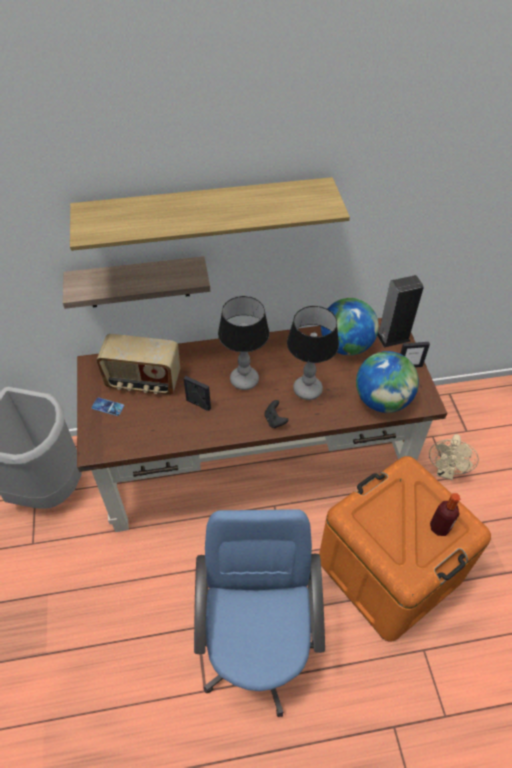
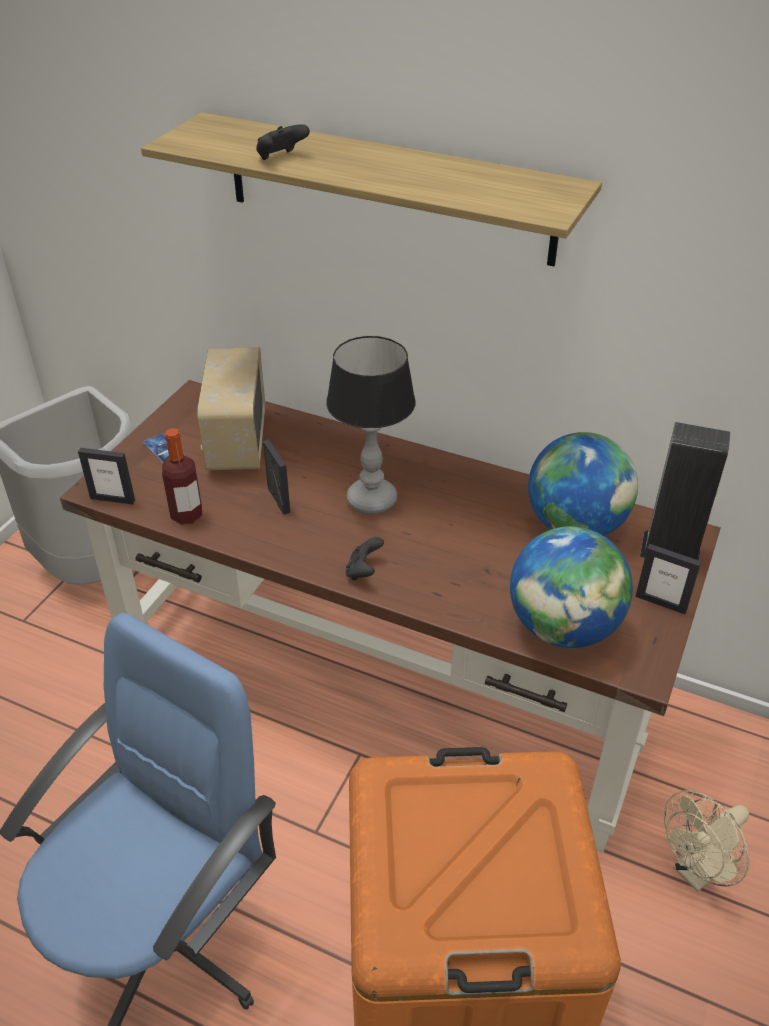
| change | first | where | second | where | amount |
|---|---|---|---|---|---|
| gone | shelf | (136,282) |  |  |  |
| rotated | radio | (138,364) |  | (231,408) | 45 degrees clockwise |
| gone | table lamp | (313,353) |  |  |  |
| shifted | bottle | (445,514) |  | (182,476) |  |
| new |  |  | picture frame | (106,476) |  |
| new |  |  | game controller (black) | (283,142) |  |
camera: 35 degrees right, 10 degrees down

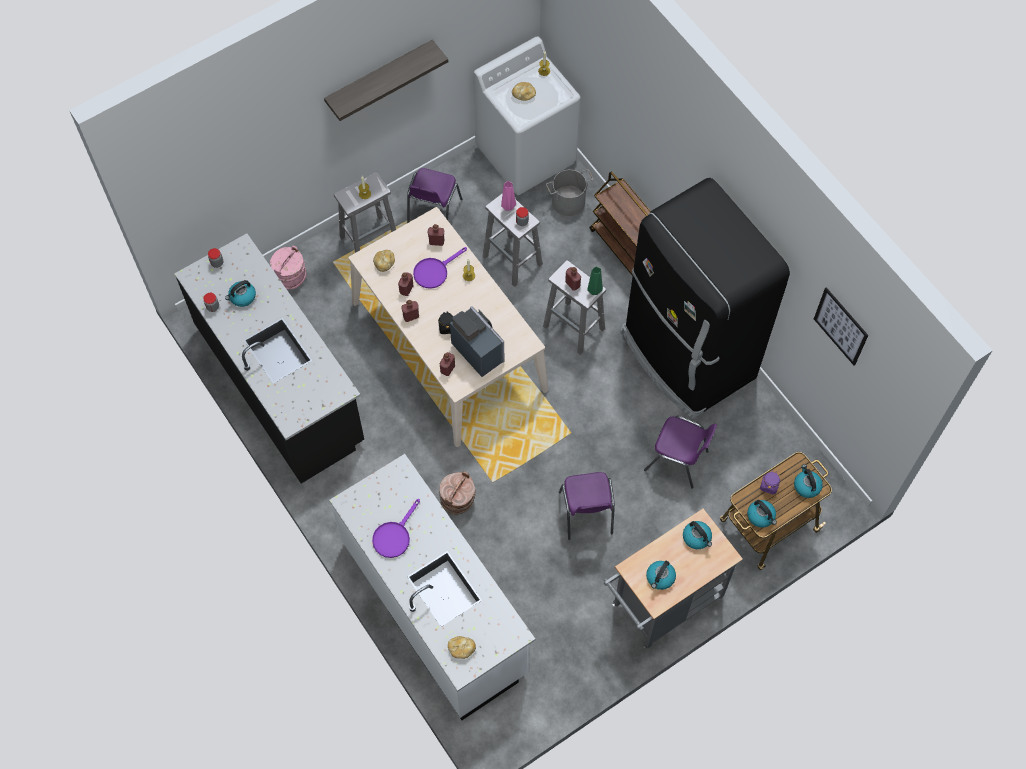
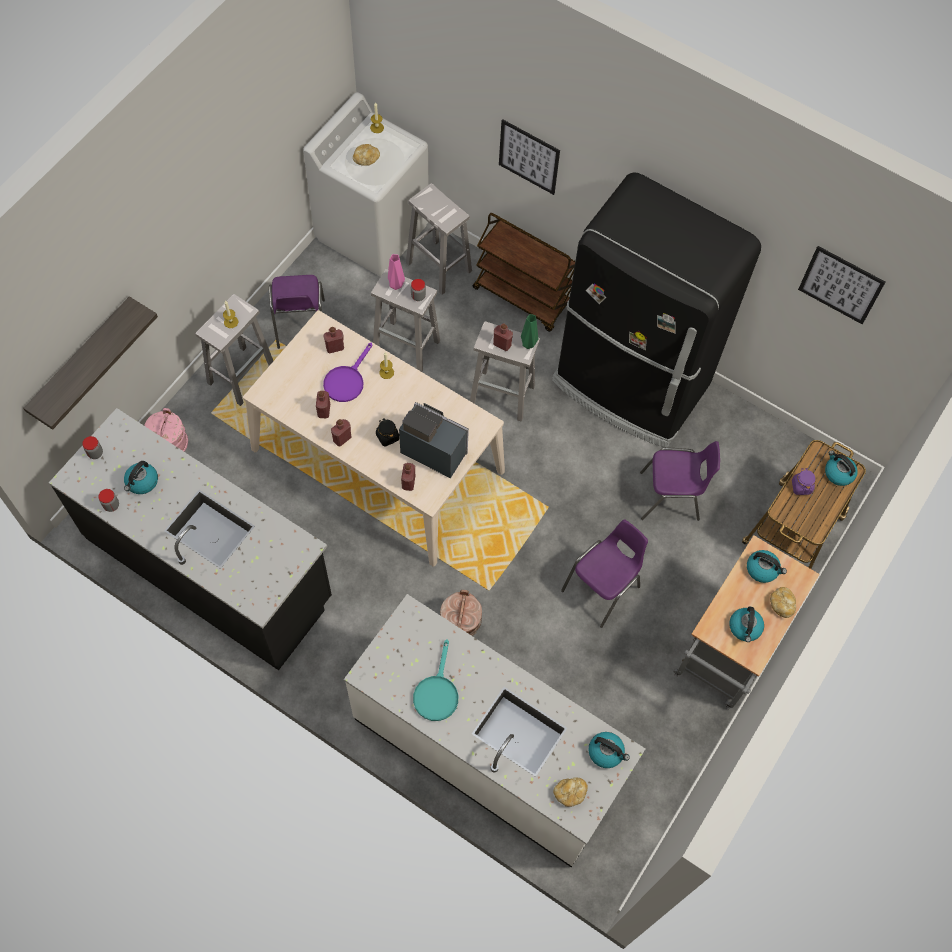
| change | first | where | second | where | amount |
|---|---|---|---|---|---|
| shifted | shelf | (386,80) |  | (90,363) |  |
| repainted | frying pan (purple) | (396,528) | frying pan (turquoise) | (435,680) |  |
| shifted | bread | (384,261) |  | (783,602) |  |
| swapped | bucket (grey) | (569,192) | stool (white) | (439,239) |  |
| rotated | chair (purple) | (587,506) |  | (604,573) | 105 degrees counterclockwise |
| shifted | kettle | (762,514) |  | (609,750) |  |
| new |  |  | picture | (529,157) |  |
camera: 25 degrees left, 0 degrees up

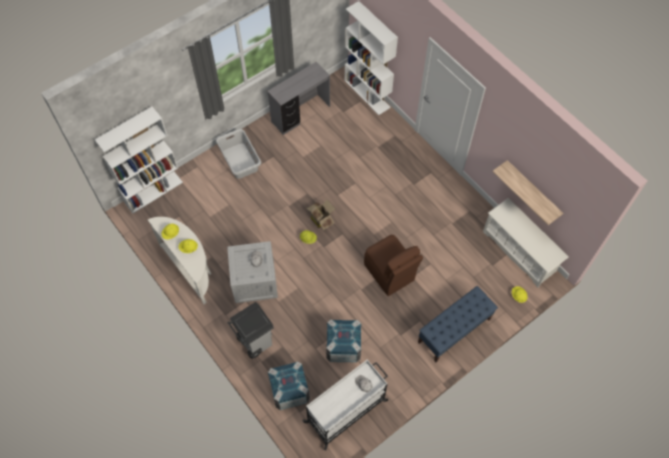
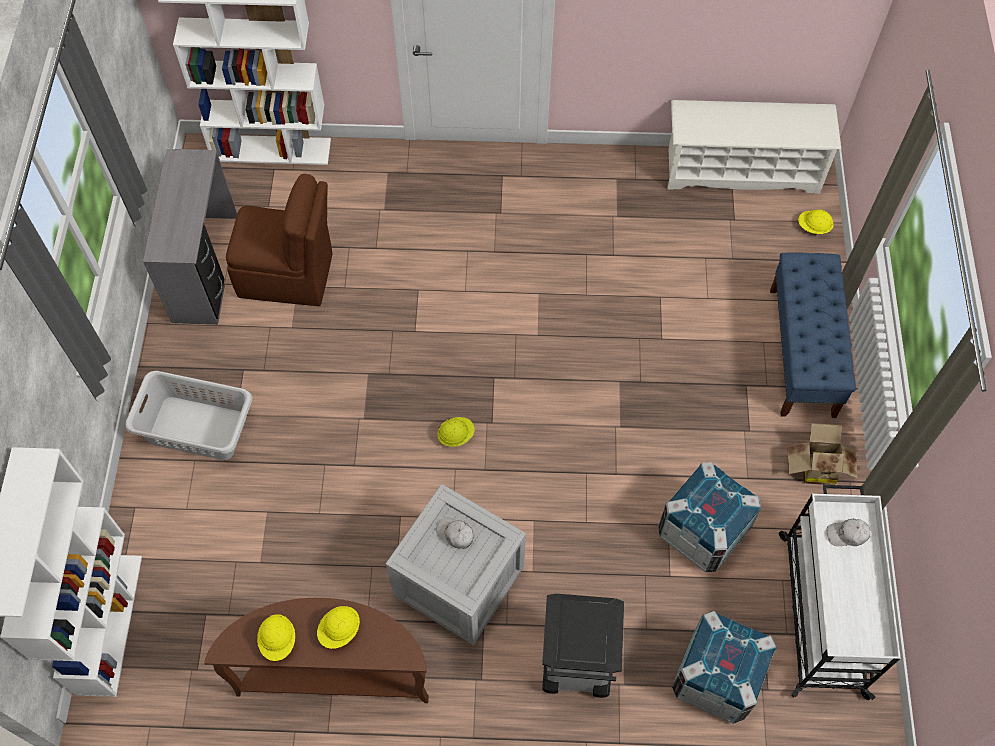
| change | first | where | second | where | amount |
|---|---|---|---|---|---|
| repainted | console table (white) | (179,260) | console table (brown) | (316,650) |  |
| shifted | cardboard box | (321,214) |  | (822,454) |  |
| shifted | chair (brown) | (393,265) |  | (279,240) |  |
| gone | shelf | (527,192) |  |  |  |
camera: 50 degrees left, 0 degrees up

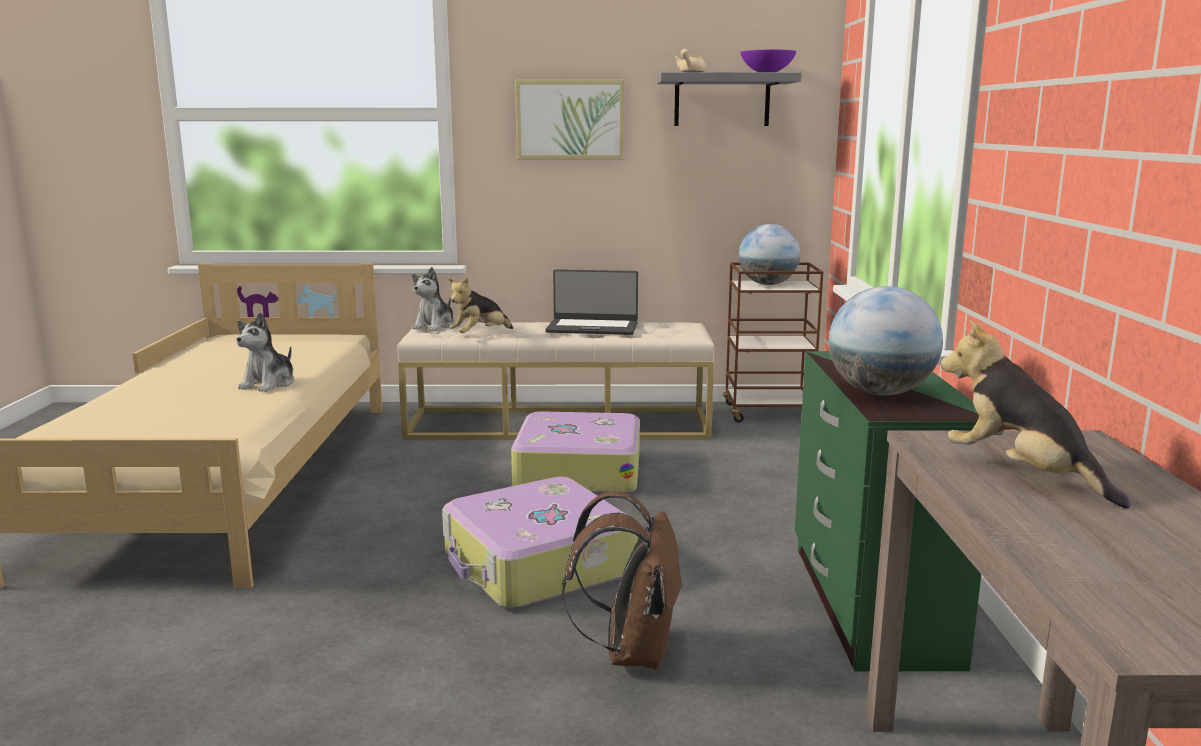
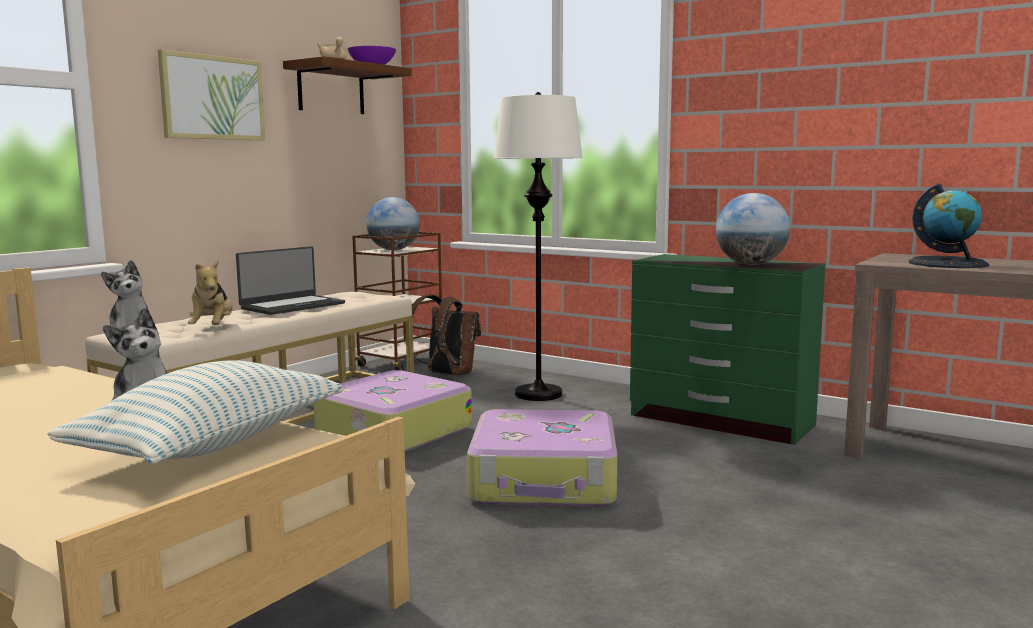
| change | first | where | second | where | amount |
|---|---|---|---|---|---|
| shifted | backpack (brown) | (622,580) |  | (446,335) |  |
| repainted | shelf (grey) | (729,99) | shelf (brown) | (347,85) |  |
| swapped | plush toy | (1036,414) | globe | (949,225) |  |
| new |  |  | pillow | (195,412) |  |
| new |  |  | floor lamp (white) | (538,246) |  |
camera: 55 degrees left, 5 degrees down

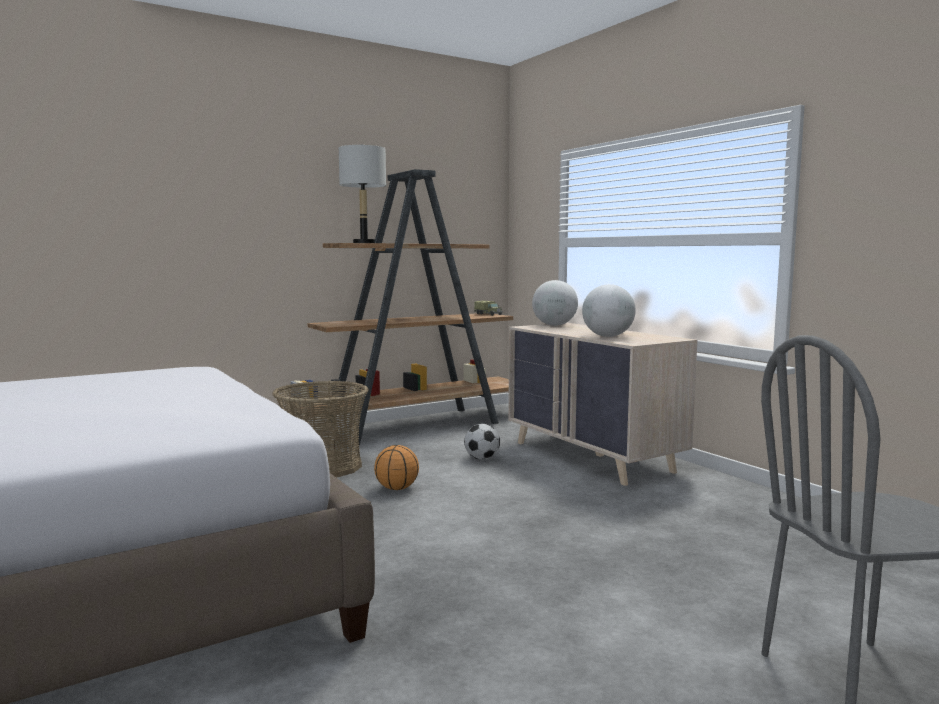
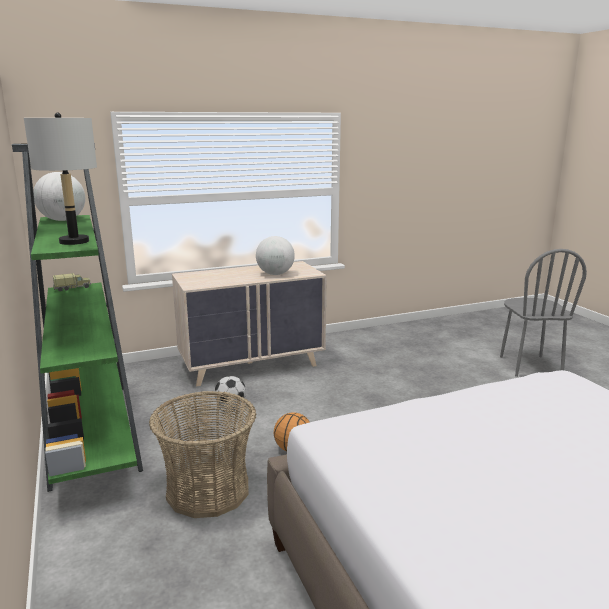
| change | first | where | second | where | amount |
|---|---|---|---|---|---|
| repainted | bookcase (brown) | (402,307) | bookcase (green) | (77,317) |  |
| shifted | globe | (555,303) |  | (59,196) |  |
camera: 80 degrees left, 10 degrees up

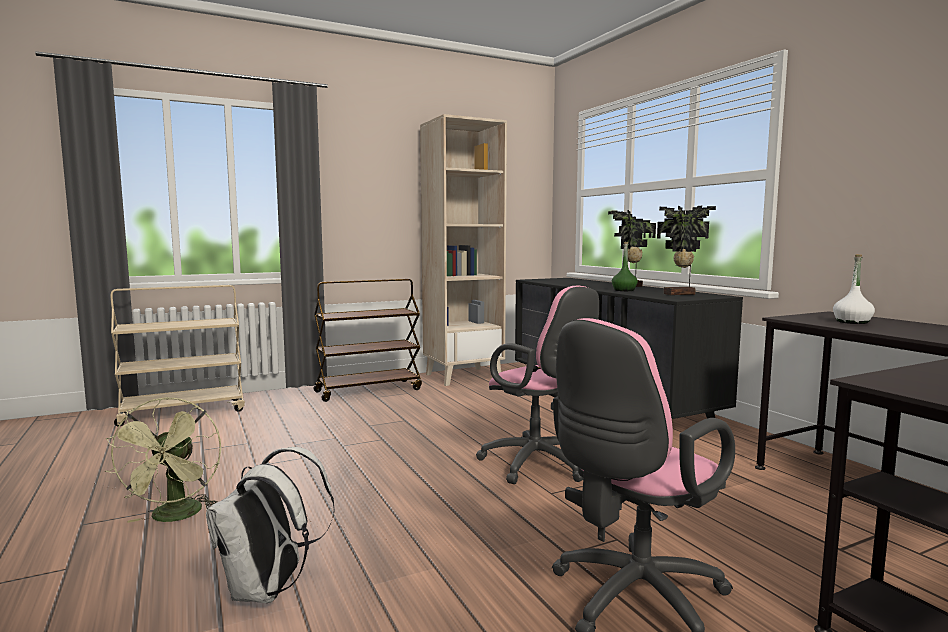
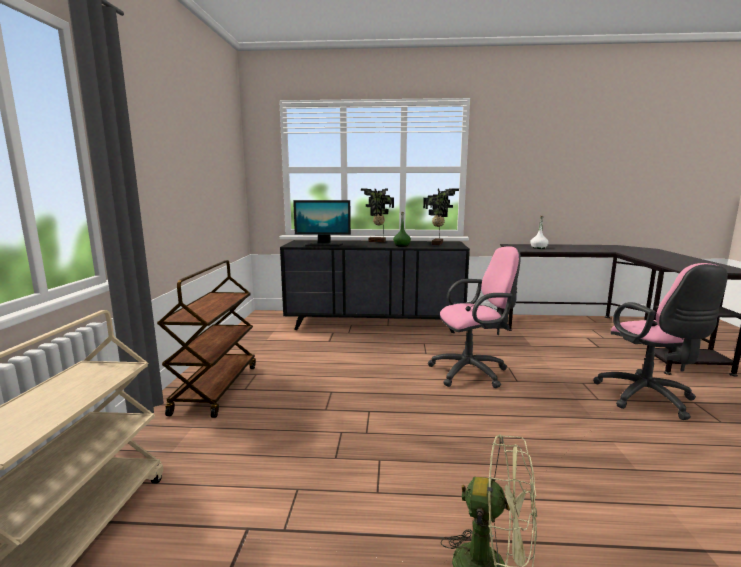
| change | first | where | second | where | amount |
|---|---|---|---|---|---|
| gone | backpack (white) | (270,525) |  |  |  |
| gone | bookcase (beige) | (463,250) |  |  |  |
| new |  |  | monitor | (322,223) |  |
camera: 60 degrees left, 5 degrees up

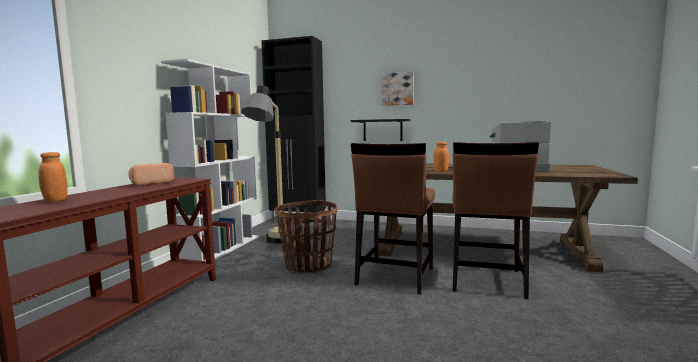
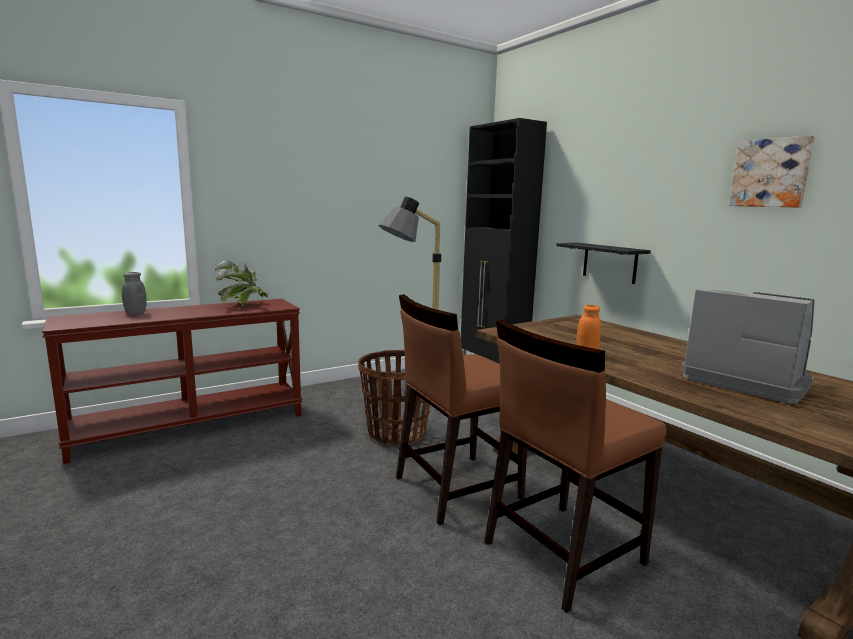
| change | first | where | second | where | amount |
|---|---|---|---|---|---|
| repainted | jar (orange) | (53,177) | jar (grey) | (134,293) |  |
| swapped | bread | (151,174) | potted plant | (241,284) |  |
| gone | bookcase (white) | (209,160) |  |  |  |
| shifted | picture | (398,89) |  | (772,171) |  |
camera: 40 degrees right, 5 degrees up

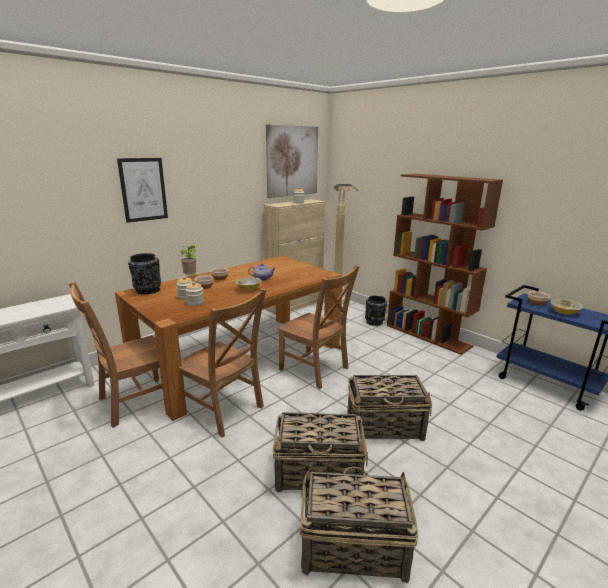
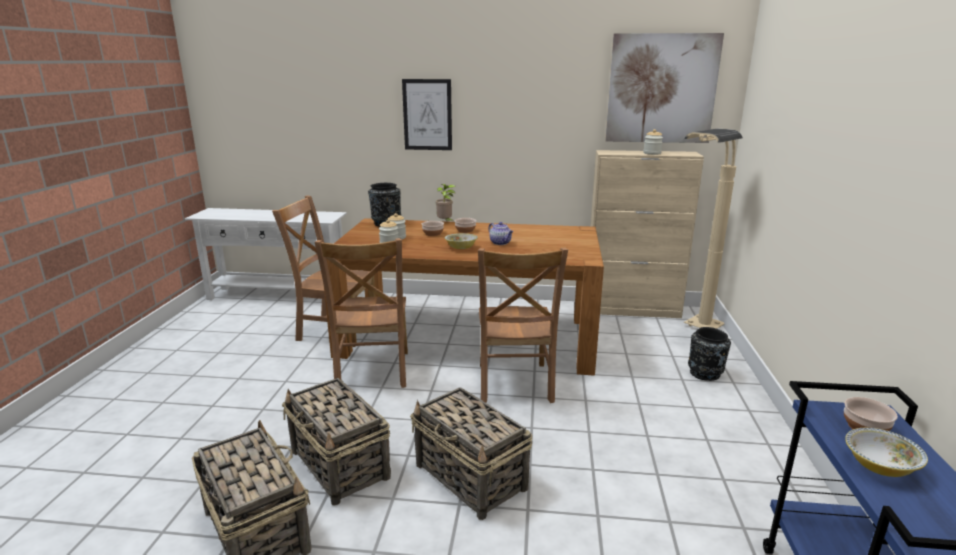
| change | first | where | second | where | amount |
|---|---|---|---|---|---|
| gone | bookcase (brown) | (445,264) |  |  |  |
camera: 50 degrees right, 0 degrees up

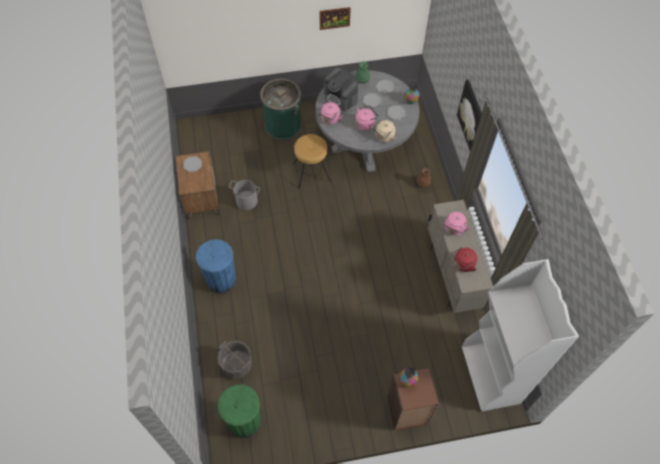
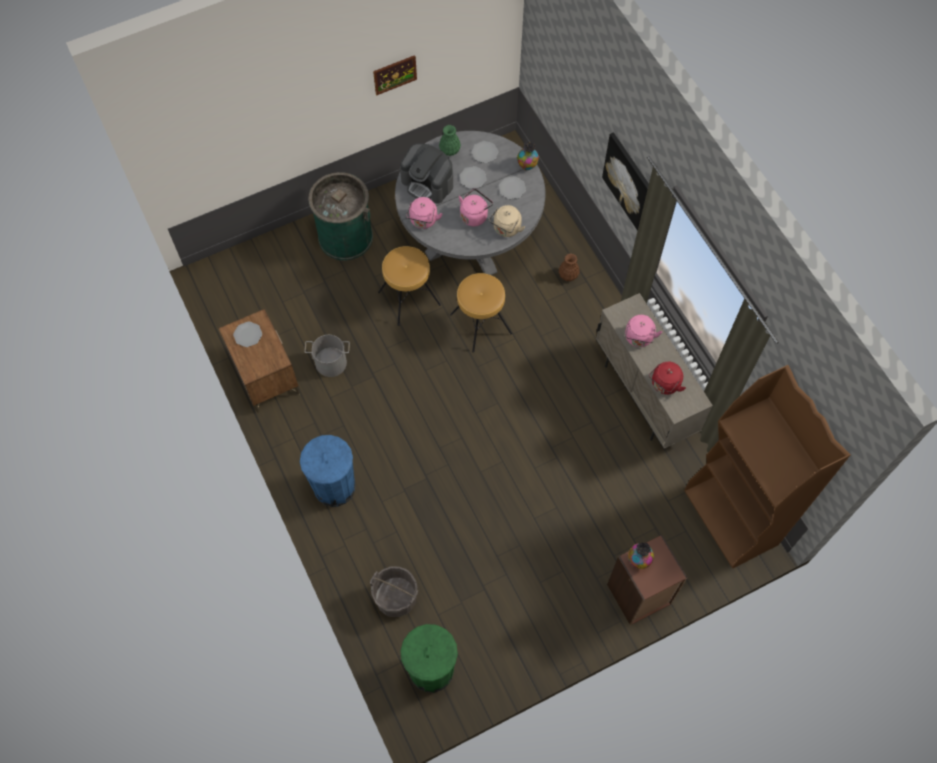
| change | first | where | second | where | amount |
|---|---|---|---|---|---|
| repainted | bookcase (white) | (520,335) | bookcase (brown) | (767,466) |  |
| new |  |  | stool (brown) | (481,312) |  |
camera: 15 degrees left, 5 degrees up

